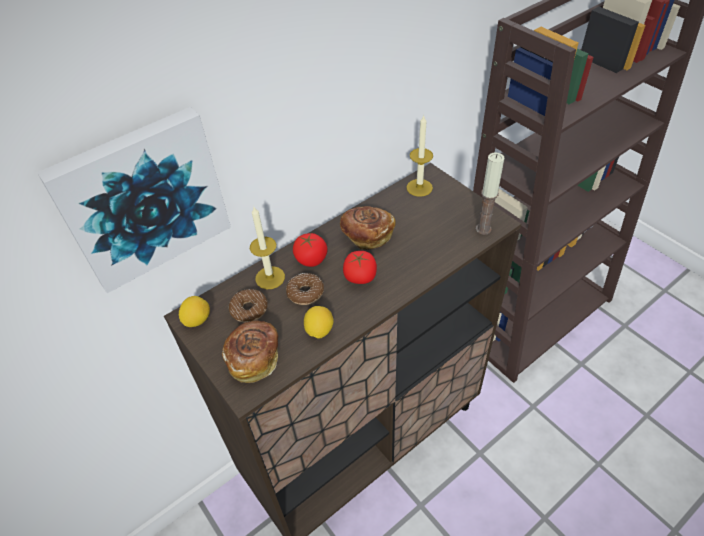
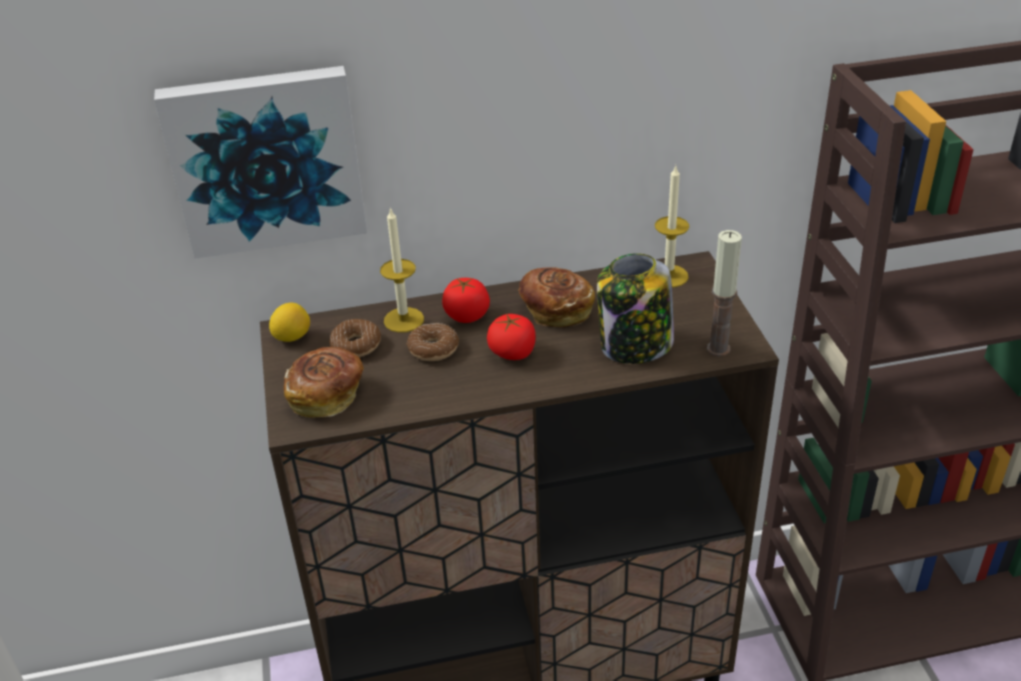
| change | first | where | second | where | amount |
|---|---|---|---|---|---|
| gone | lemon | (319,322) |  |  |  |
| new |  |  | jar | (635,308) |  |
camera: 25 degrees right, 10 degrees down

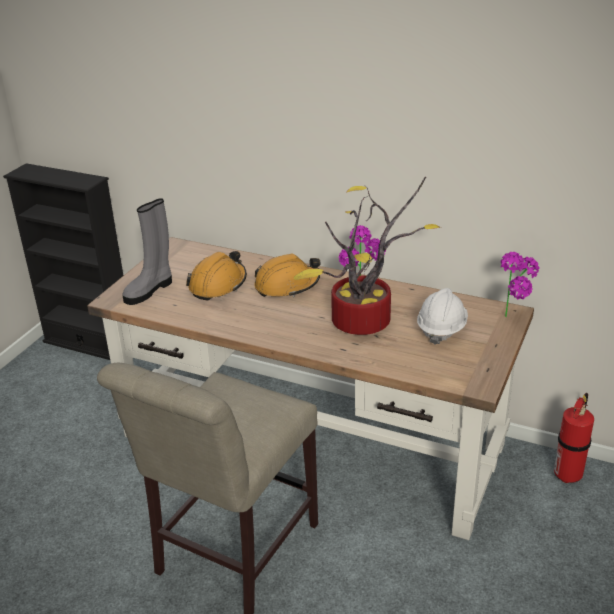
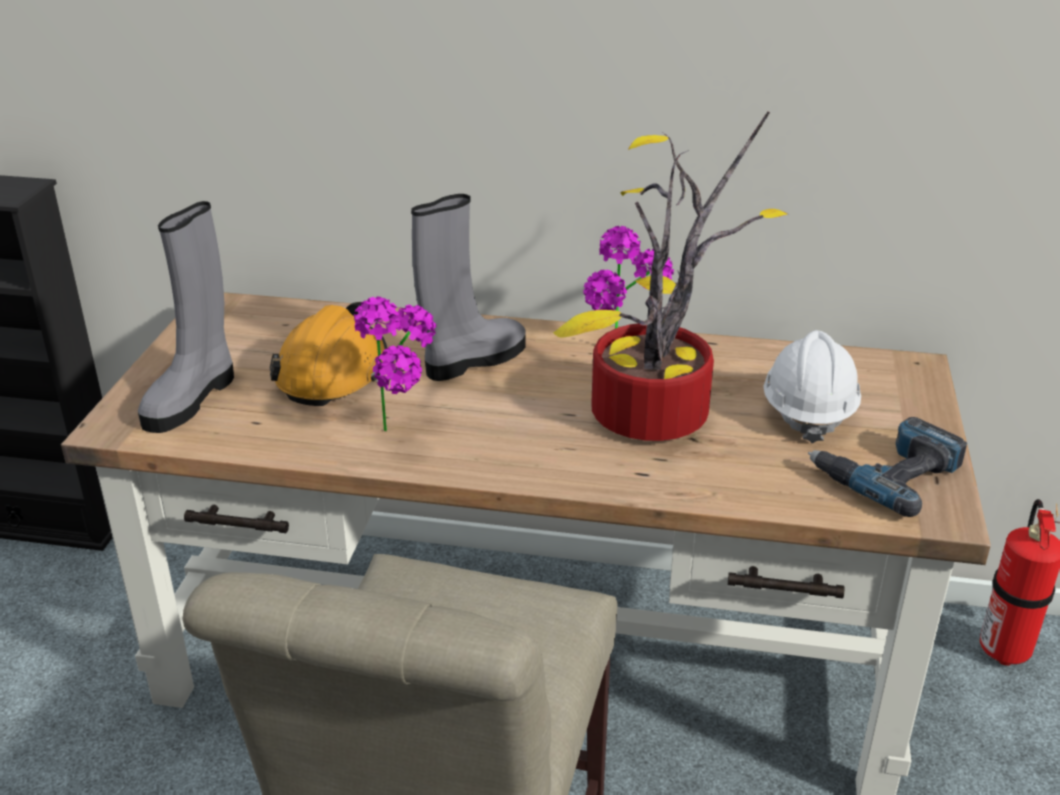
| change | first | where | second | where | amount |
|---|---|---|---|---|---|
| swapped | hard hat (orange) | (288,275) | boot (grey) | (468,287) |  |
| shifted | potted plant | (520,284) |  | (395,363) |  |
| new |  |  | power drill | (887,467) |  |
camera: 15 degrees left, 0 degrees up

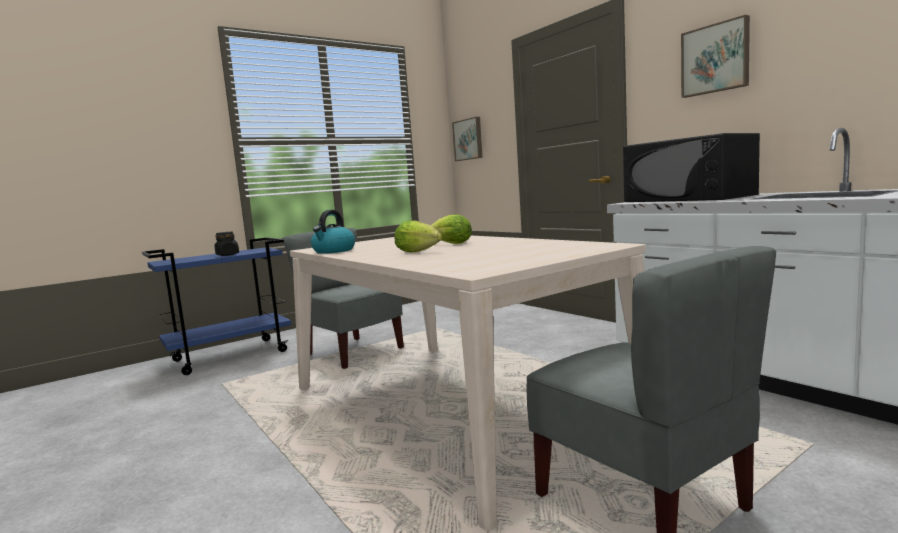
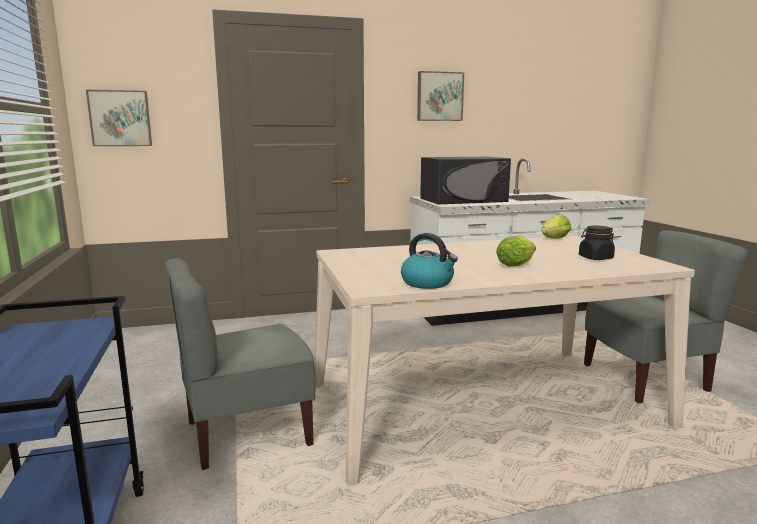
| change | first | where | second | where | amount |
|---|---|---|---|---|---|
| shifted | jar (black) | (227,244) |  | (597,243) |  |
| shifted | lettuce | (451,229) |  | (556,227) |  |
camera: 70 degrees left, 5 degrees up

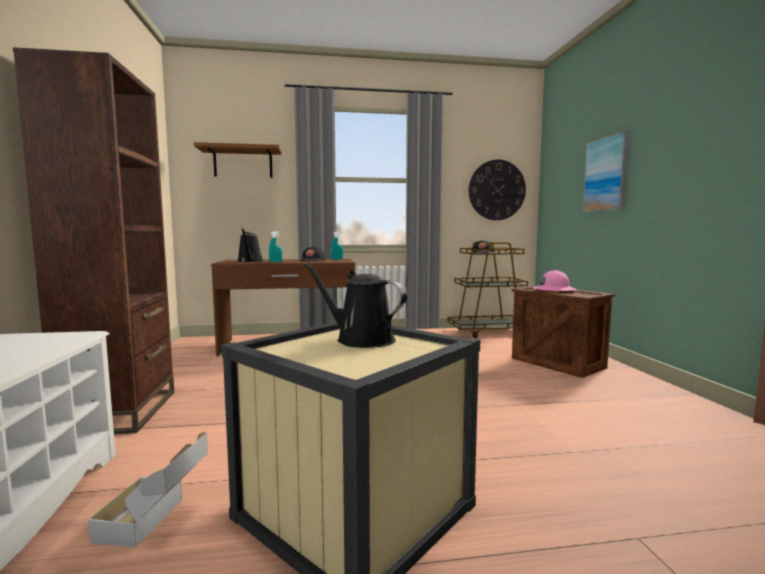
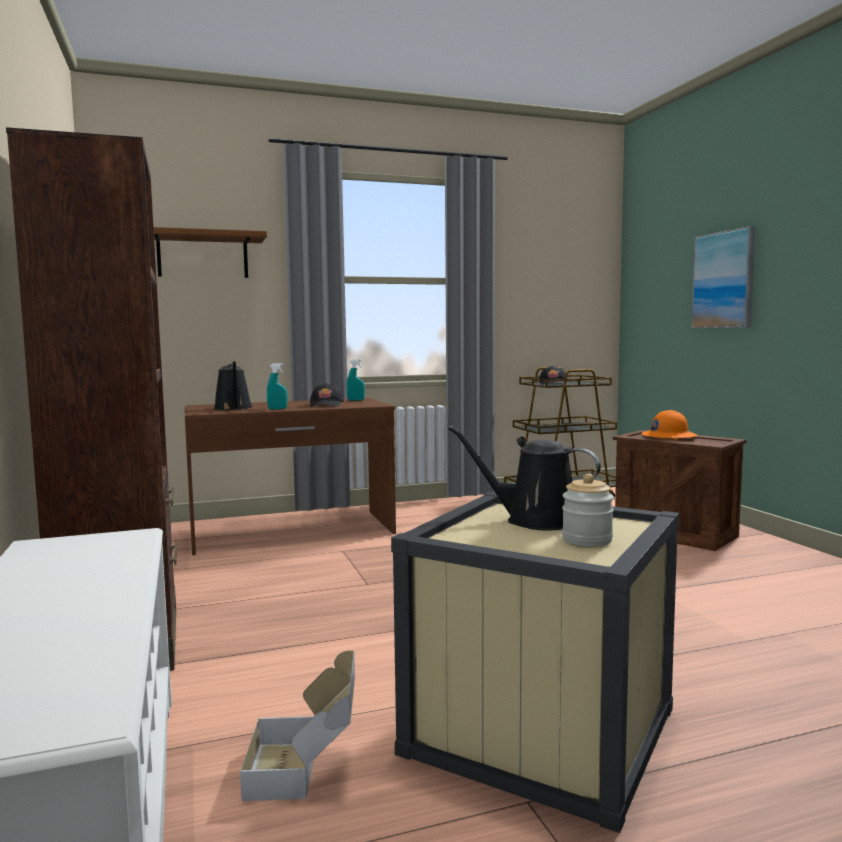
| change | first | where | second | where | amount |
|---|---|---|---|---|---|
| gone | wall clock | (497,189) |  |  |  |
| repainted | hard hat (pink) | (554,281) | hard hat (orange) | (670,424) |  |
| new |  |  | jar | (588,510) |  |
camera: 10 degrees left, 0 degrees up

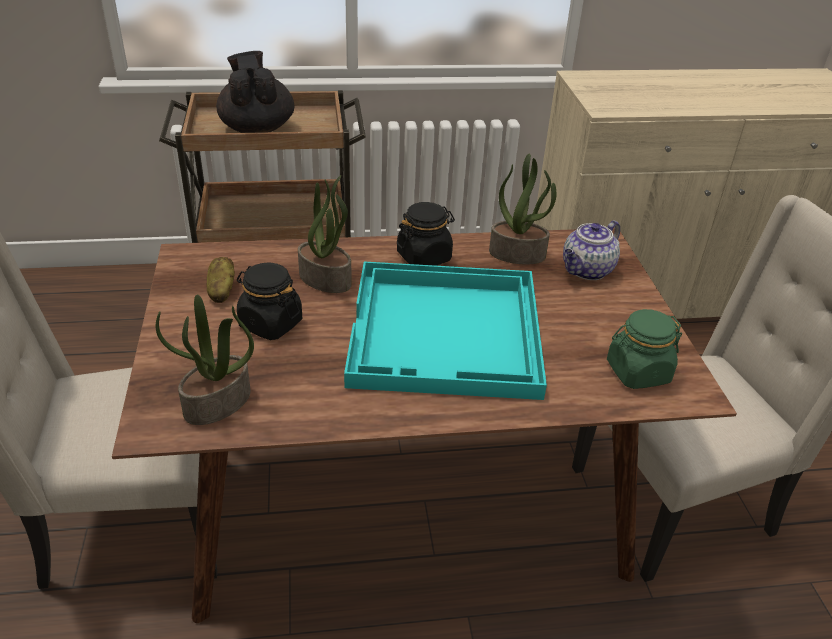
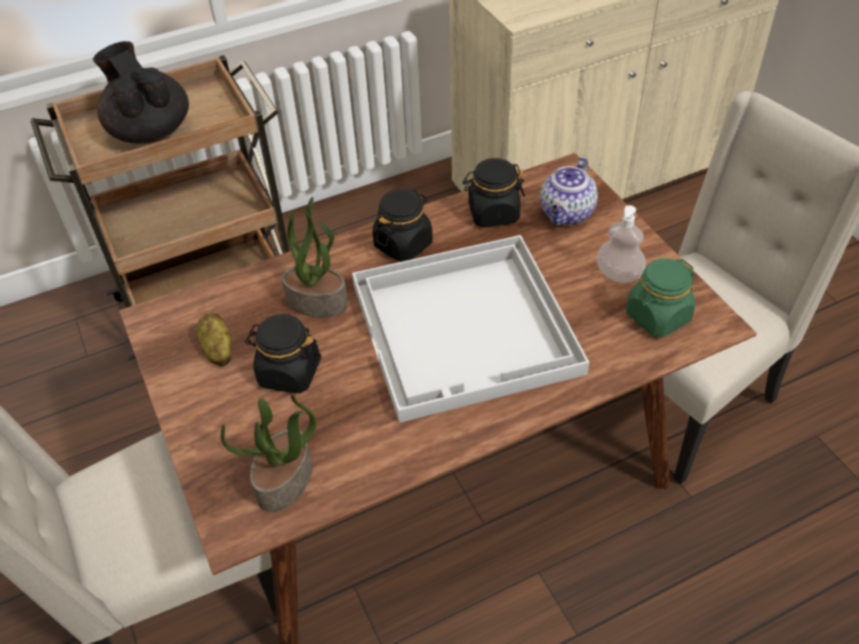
| change | first | where | second | where | amount |
|---|---|---|---|---|---|
| repainted | tray (turquoise) | (445,330) | tray (white) | (470,329) |  |
| swapped | potted plant | (522,208) | jar (black) | (494,192) |  |
| new |  |  | soap dispenser | (621,244) |  |
camera: 15 degrees left, 10 degrees up

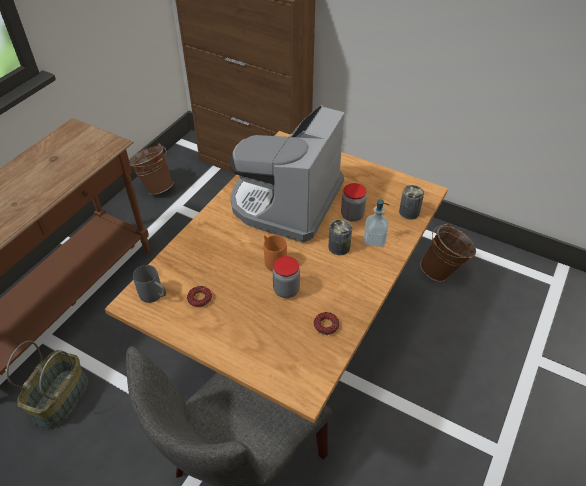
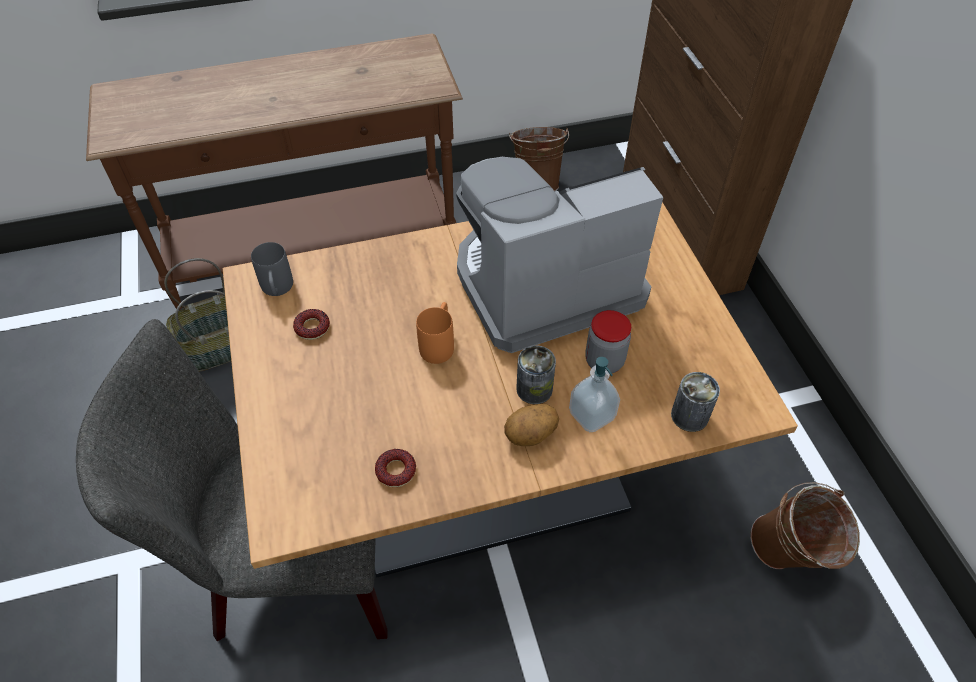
| change | first | where | second | where | amount |
|---|---|---|---|---|---|
| gone | jar | (286,277) |  |  |  |
| new |  |  | potato | (531,425) |  |
camera: 45 degrees right, 5 degrees up

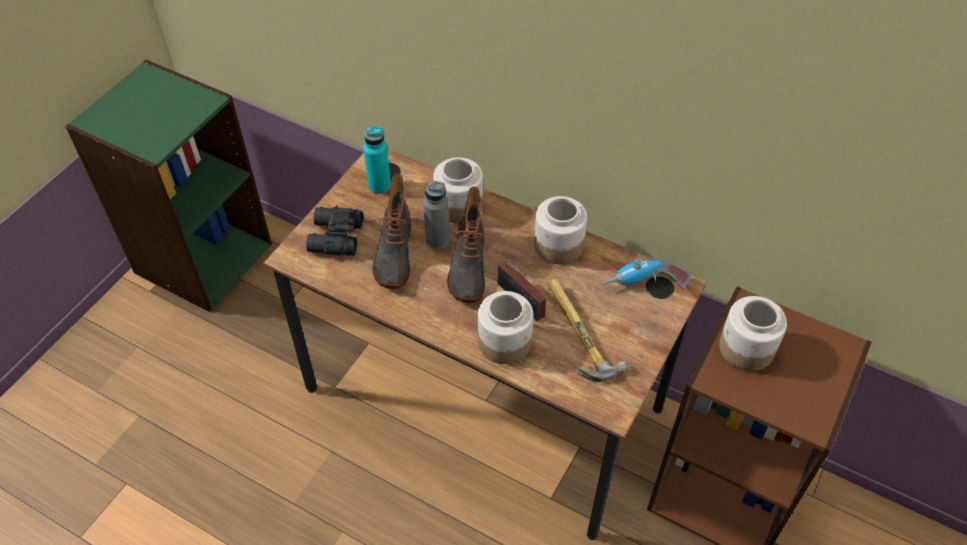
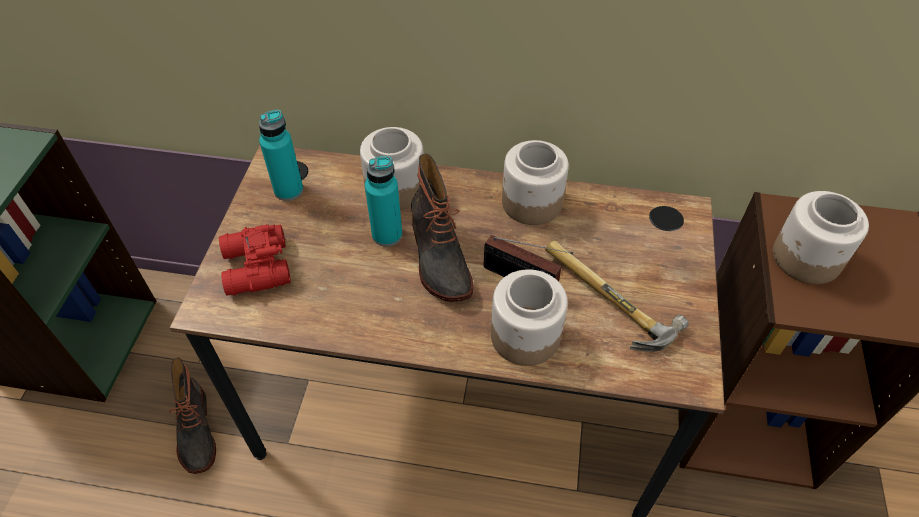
| change | first | where | second | where | amount |
|---|---|---|---|---|---|
| repainted | binoculars (black) | (334,230) | binoculars (red) | (255,260) |  |
| shifted | boot | (391,231) |  | (192,416) |  |
| repainted | bottle (grey) | (436,215) | bottle (turquoise) | (383,201) |  |
| gone | power drill | (646,274) |  |  |  |
camera: 20 degrees left, 0 degrees up

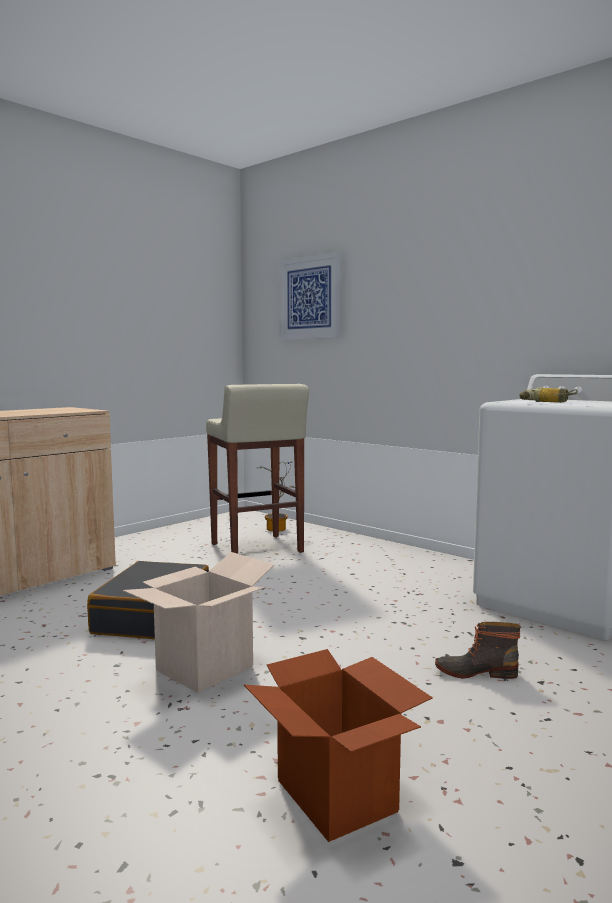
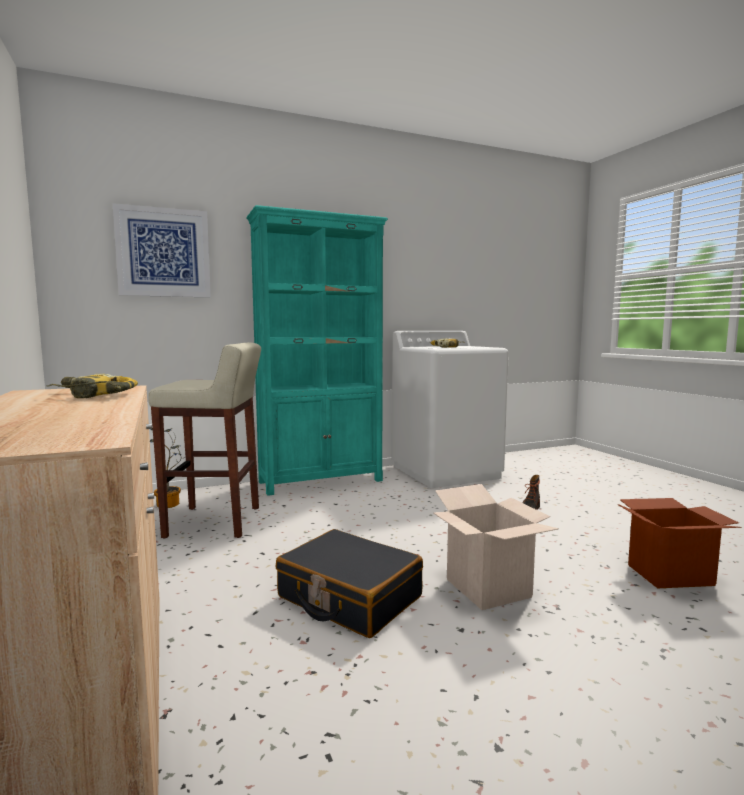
| change | first | where | second | where | amount |
|---|---|---|---|---|---|
| new |  |  | power drill | (92,386) |  |
| new |  |  | bookcase (turquoise) | (317,350) |  |
camera: 65 degrees left, 0 degrees up

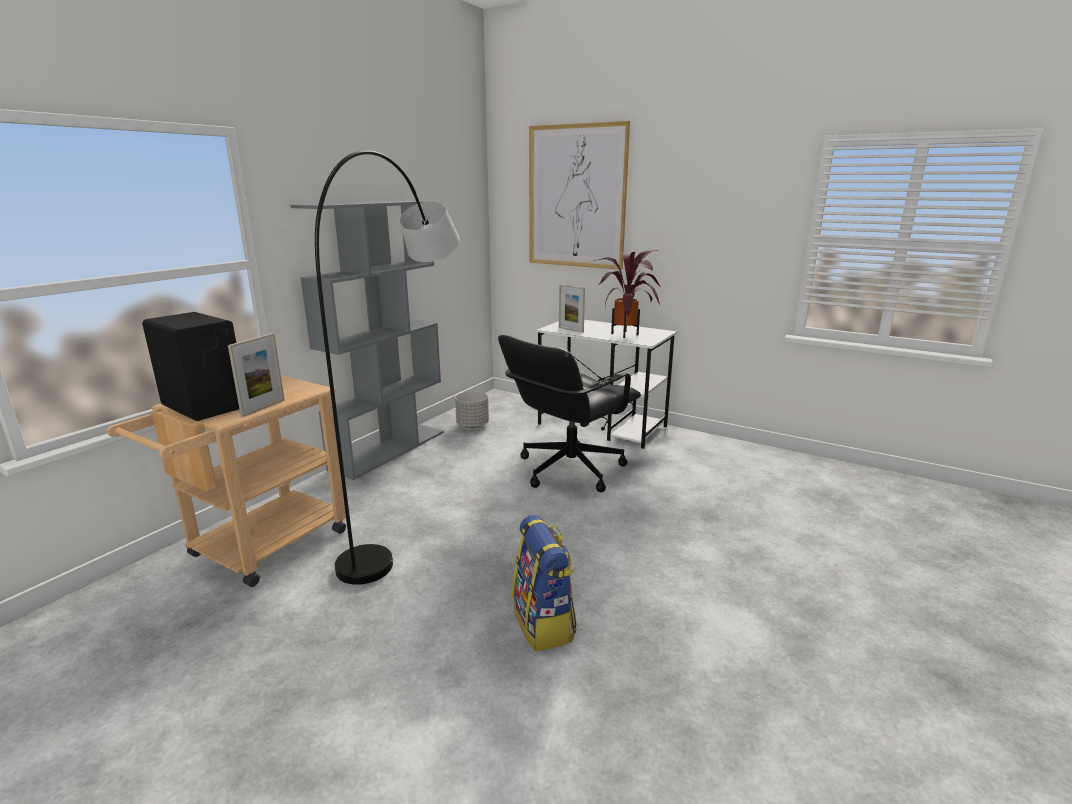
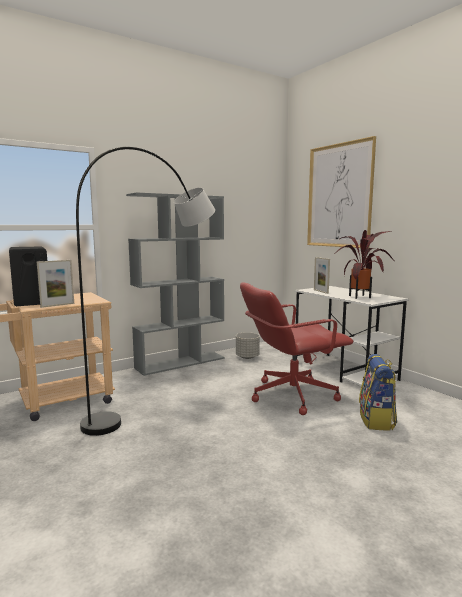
| change | first | where | second | where | amount |
|---|---|---|---|---|---|
| repainted | office chair (black) | (569,413) | office chair (red) | (296,349) |  |
| shifted | backpack | (544,583) |  | (378,392) |  |
camera: 25 degrees right, 10 degrees down

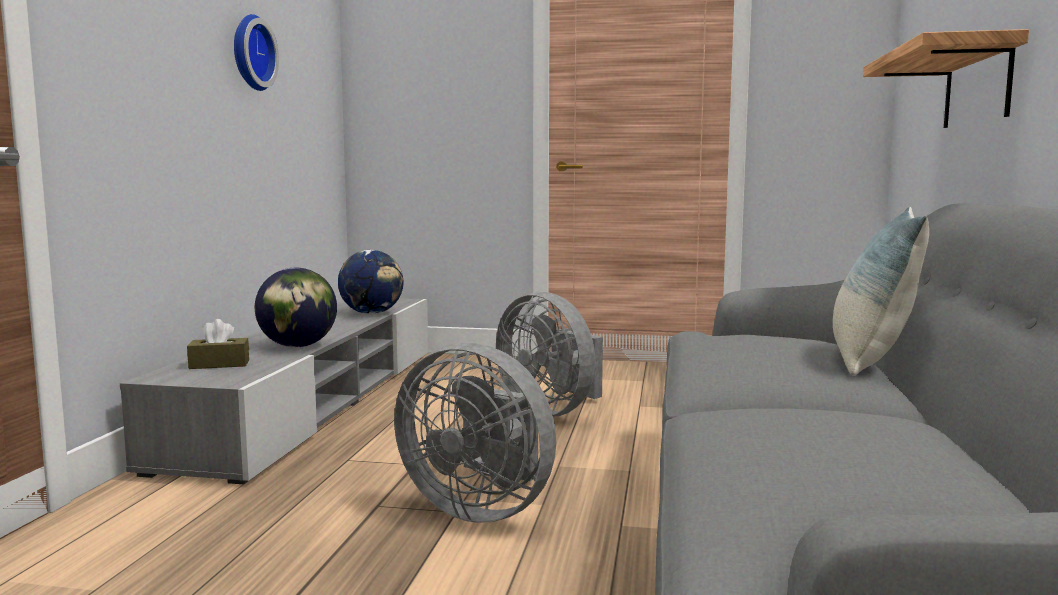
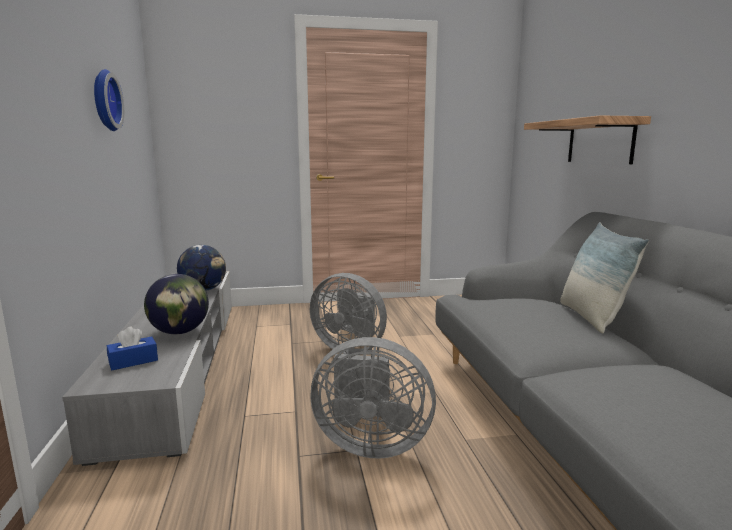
| change | first | where | second | where | amount |
|---|---|---|---|---|---|
| repainted | tissue box (brown) | (218,344) | tissue box (blue) | (132,348) |  |
camera: 20 degrees left, 5 degrees up

